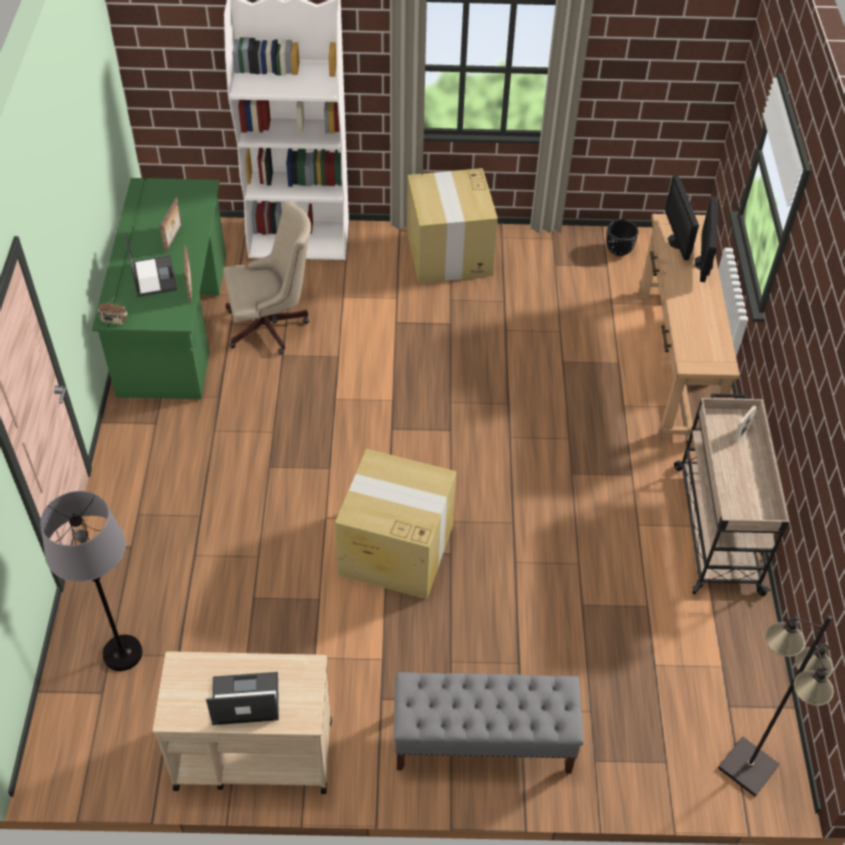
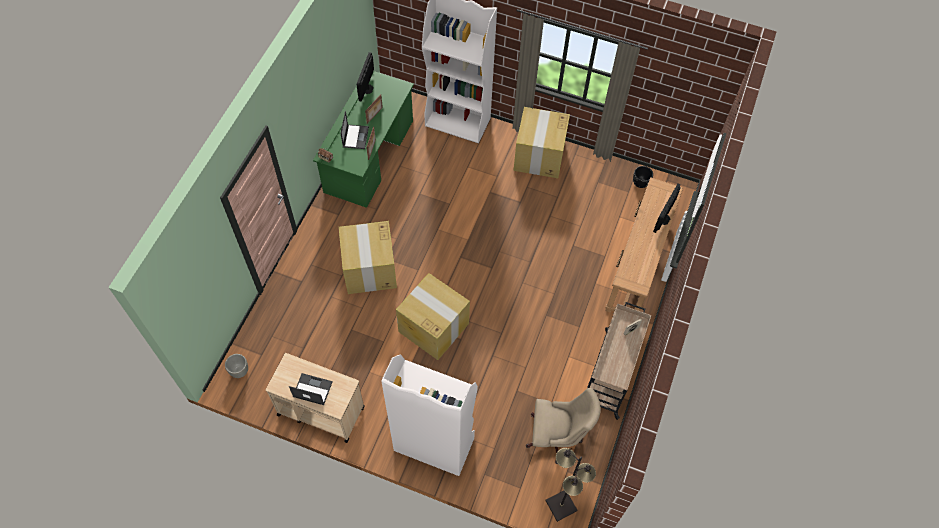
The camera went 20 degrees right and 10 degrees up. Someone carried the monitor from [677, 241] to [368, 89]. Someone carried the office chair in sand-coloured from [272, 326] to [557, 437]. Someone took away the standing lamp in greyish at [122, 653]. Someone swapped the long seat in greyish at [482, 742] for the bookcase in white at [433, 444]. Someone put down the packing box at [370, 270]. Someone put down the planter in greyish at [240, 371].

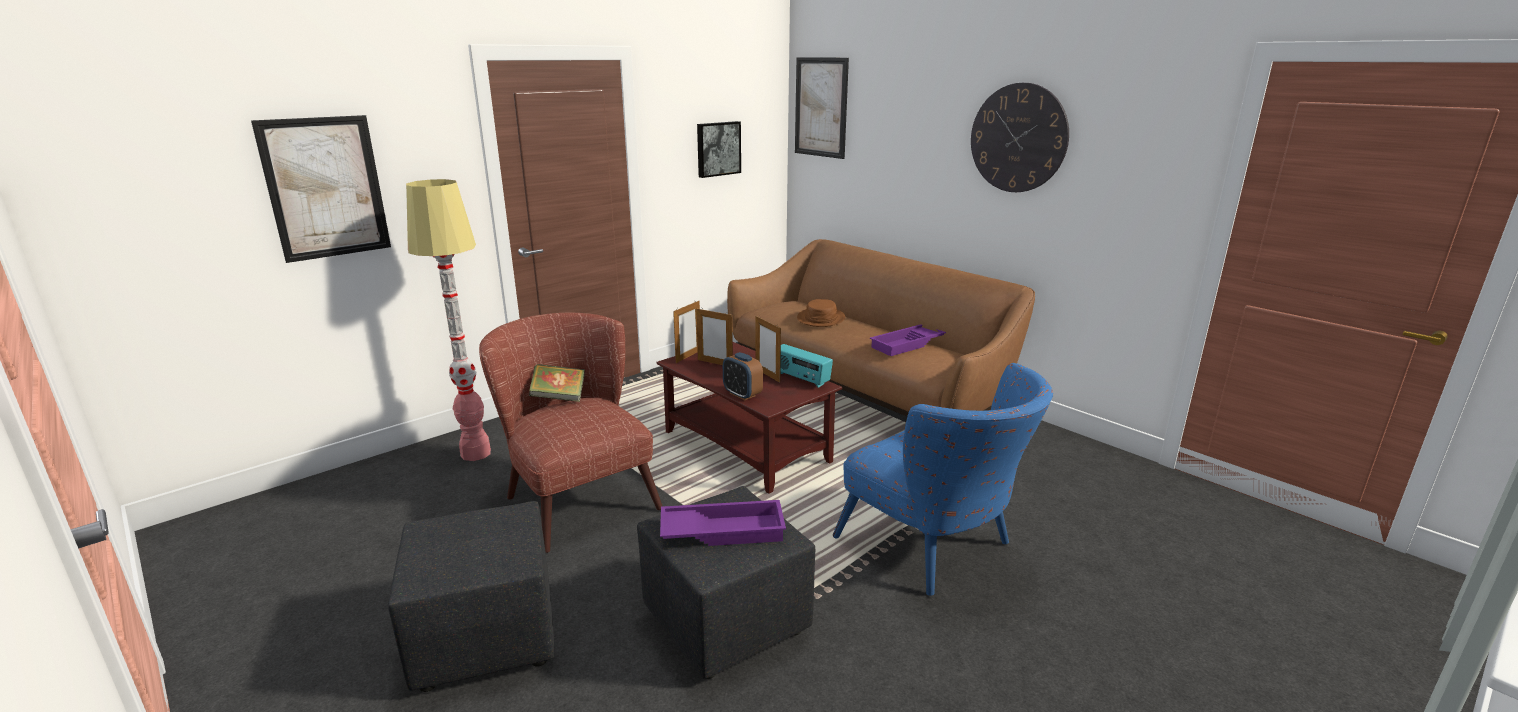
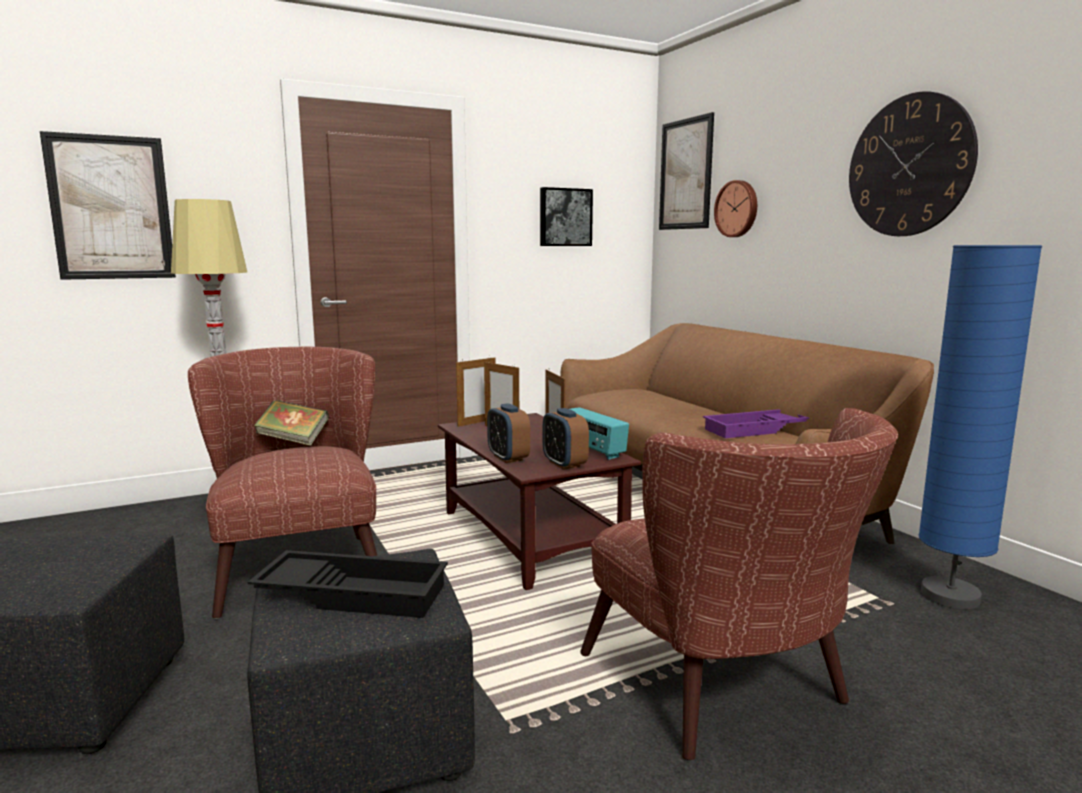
The camera went 15 degrees right and 10 degrees down. Someone took away the clothing hat in brown-coloured at [821, 318]. Someone repainted the armchair in bluish at [935, 549], which became the armchair in brown-coloured at [726, 693]. Someone repainted the carrying tray in purple-coloured at [723, 530], which became the carrying tray in black-coloured at [355, 593]. Someone put up the clock on the wall at [737, 209]. Someone put down the standing lamp in bluish at [950, 596]. Someone put down the alarm clock at [564, 464].

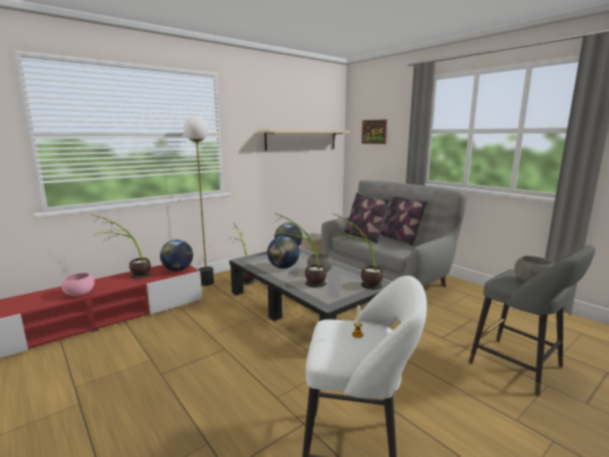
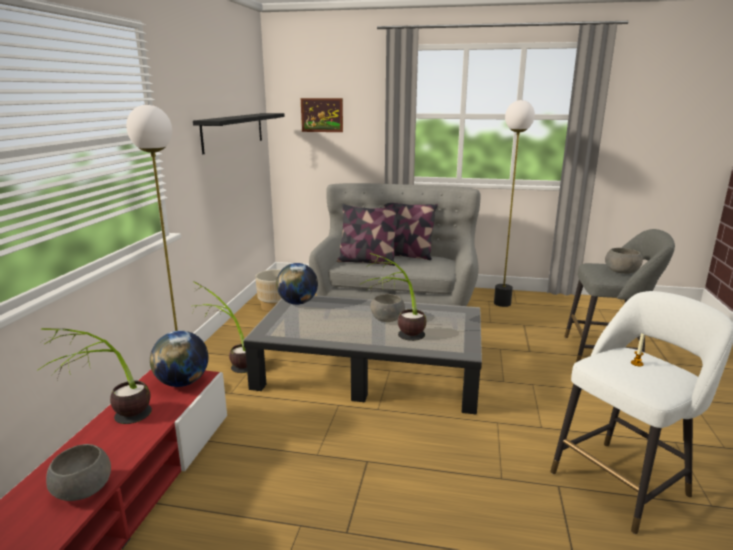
The camera went 40 degrees left and 5 degrees up. Someone repainted the shelf in sand-coloured at [301, 140], which became the shelf in black-coloured at [233, 131]. Someone took away the potted plant at [358, 284]. Someone took away the globe at [283, 267]. Someone repainted the deep dish in pink-coloured at [79, 293], which became the deep dish in greyish at [82, 489]. Someone put down the standing lamp at [502, 303].

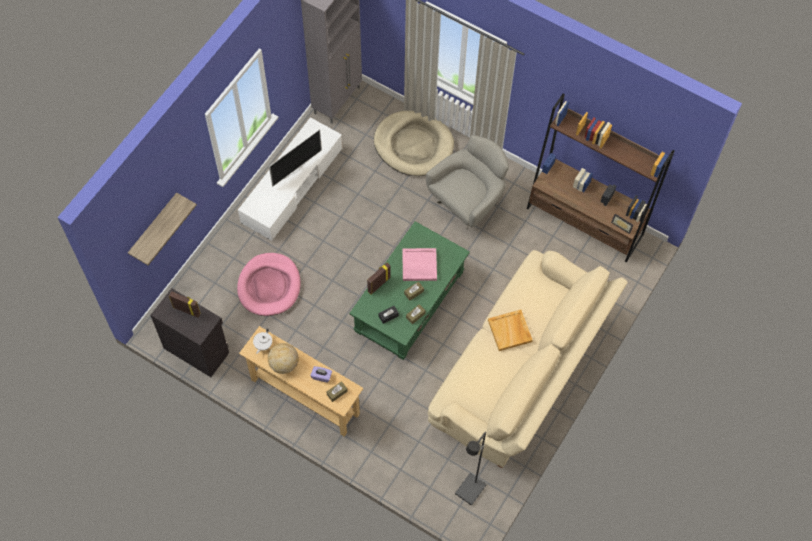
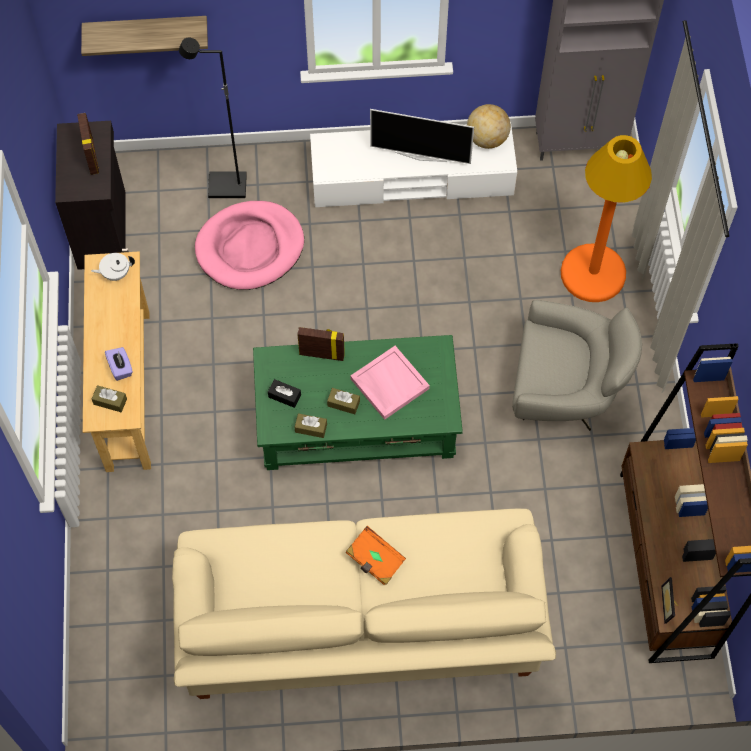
The camera went 55 degrees right and 0 degrees up. Someone swapped the dog cushion in sand-coloured at [413, 145] for the standing lamp in orange at [593, 273]. Someone swapped the carrying tray in sand-coloured at [510, 331] for the bound book in orange at [375, 560]. Someone carried the globe from [284, 364] to [487, 138]. Someone carried the standing lamp in black-coloured from [471, 490] to [226, 187].

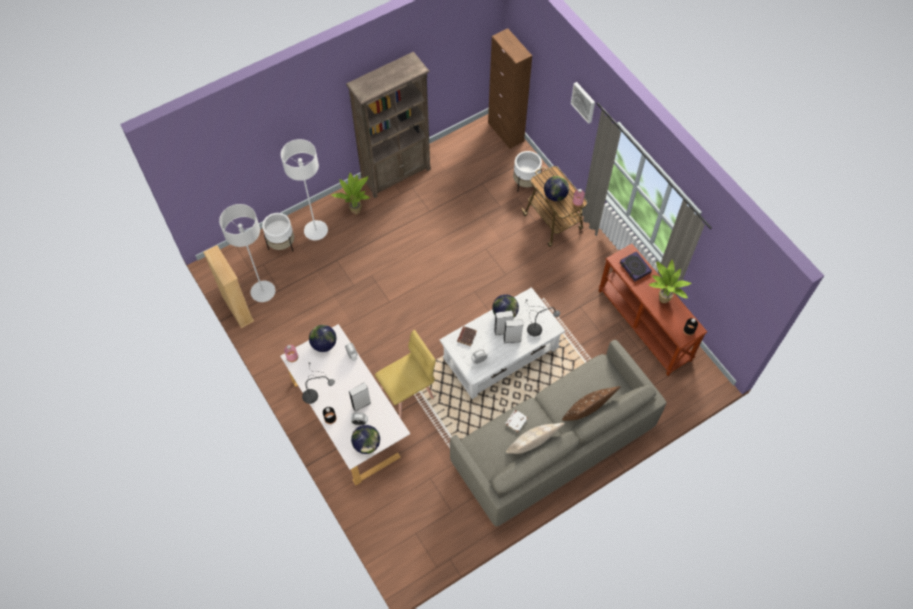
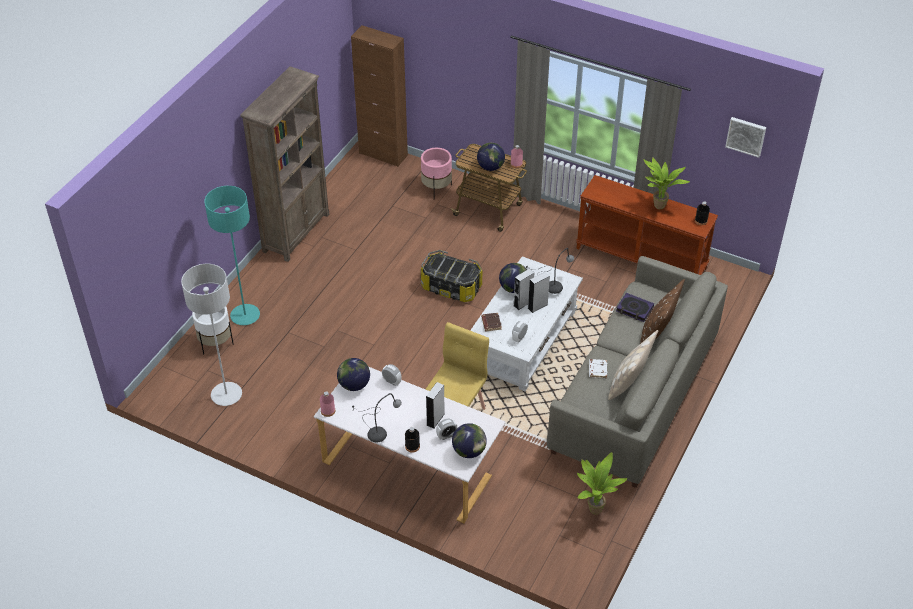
The camera went 30 degrees left and 15 degrees down. Someone carried the picture from [584, 102] to [746, 136]. Someone repainted the standing lamp in white at [316, 231], which became the standing lamp in blue-green at [245, 315]. Someone repainted the planter in white at [525, 183], which became the planter in pink-coloured at [436, 188]. Someone carried the potted plant from [355, 210] to [593, 508]. Someone took away the bookcase in sand-coloured at [237, 309]. Someone carried the bound book from [635, 267] to [634, 309]. Someone put down the storage bin at [451, 287].

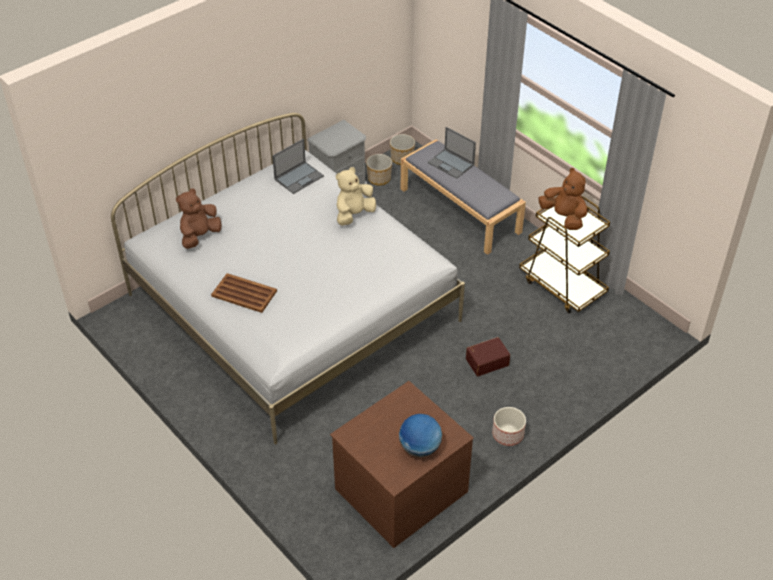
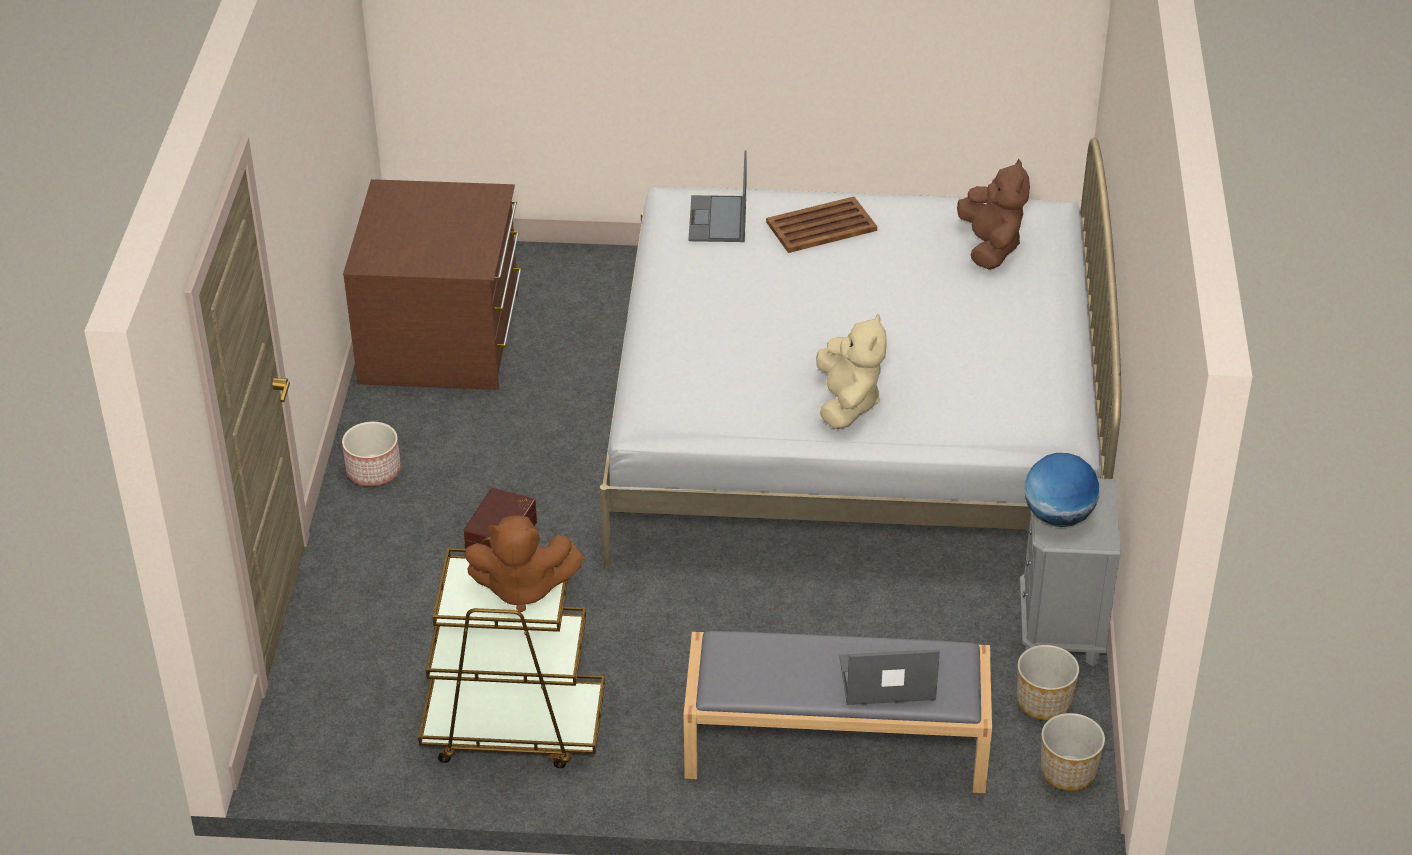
The camera went 135 degrees right and 5 degrees down. Someone carried the portable computer from [299, 177] to [718, 220]. Someone carried the globe from [420, 448] to [1058, 516].

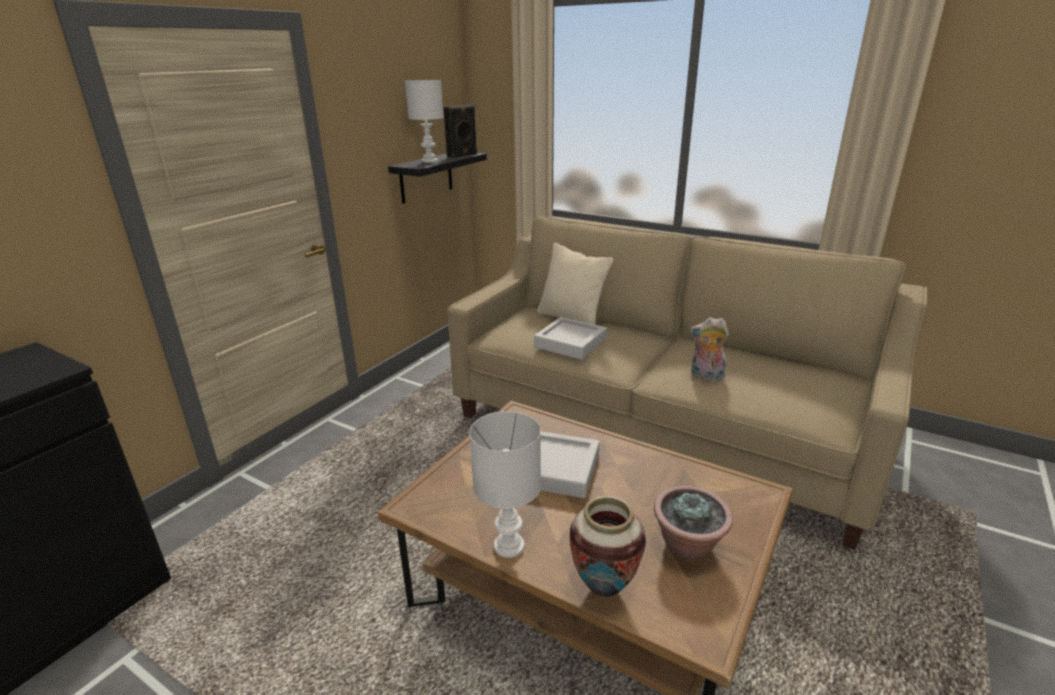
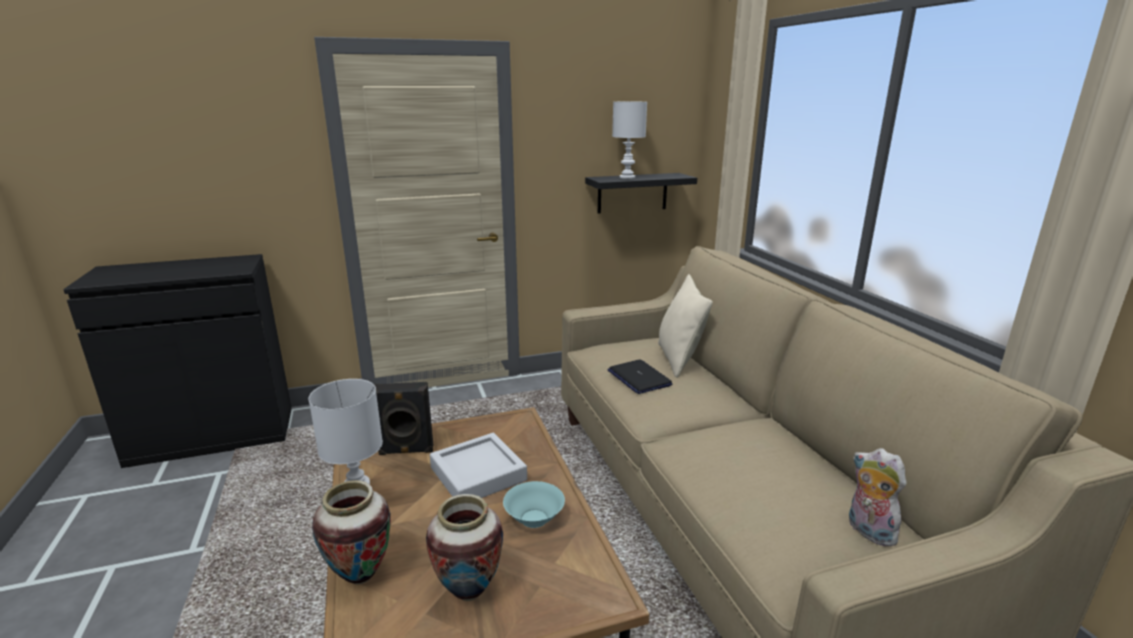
The camera went 40 degrees right and 5 degrees down. Someone carried the loudspeaker in black-coloured from [463, 155] to [406, 451]. Someone swapped the carrying tray in greyish at [570, 343] for the portable computer at [638, 378]. Someone carried the cuddly toy from [706, 376] to [867, 531]. Someone swapped the potted plant at [688, 546] for the decorative vase at [468, 592]. Someone put down the deep dish in blue-green at [534, 519].

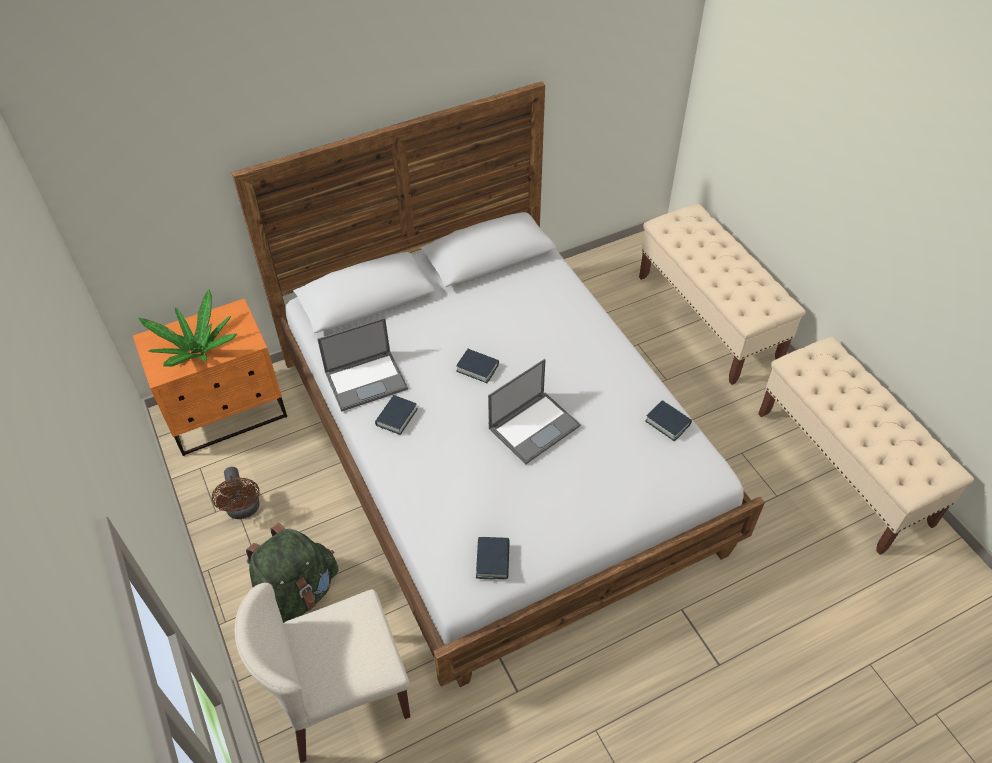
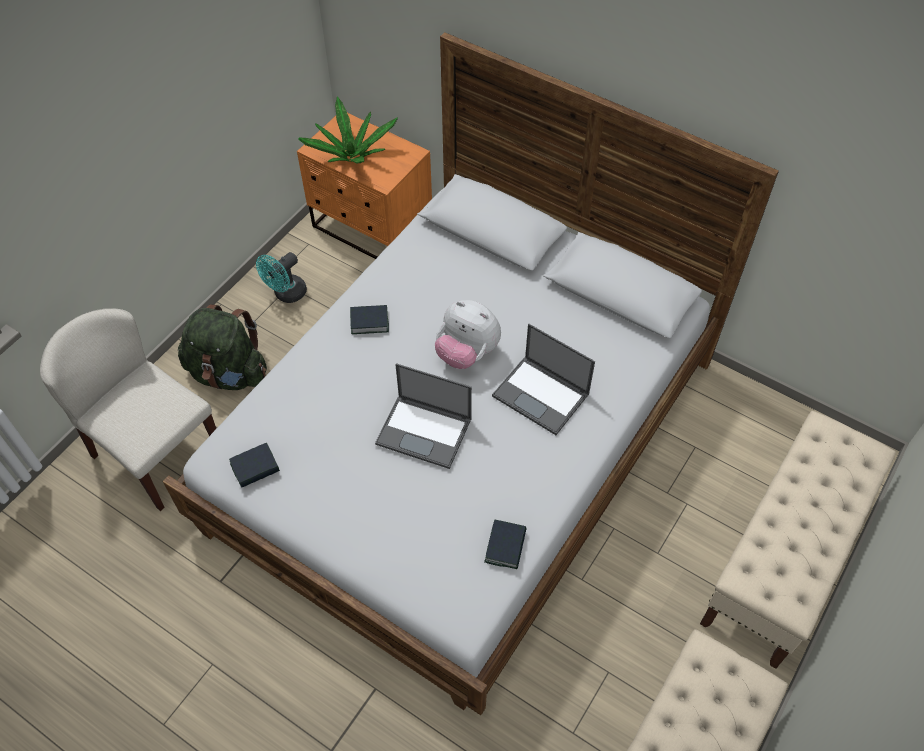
The camera went 60 degrees right and 5 degrees up. Someone carried the portable computer from [367, 380] to [542, 395]. Someone swapped the bound book at [477, 368] for the cuddly toy at [467, 353]. Someone repainted the fan in brown-coloured at [244, 510], which became the fan in blue-green at [286, 294].

